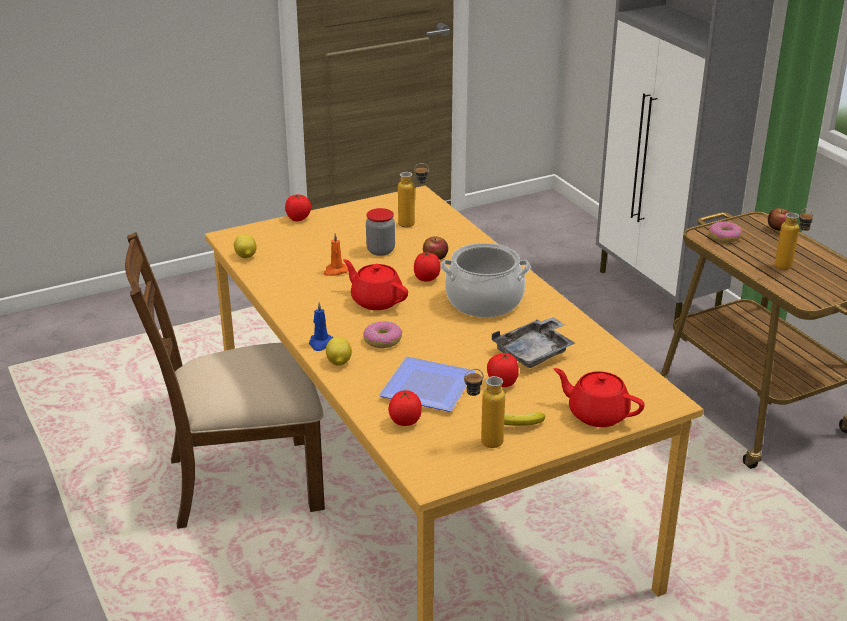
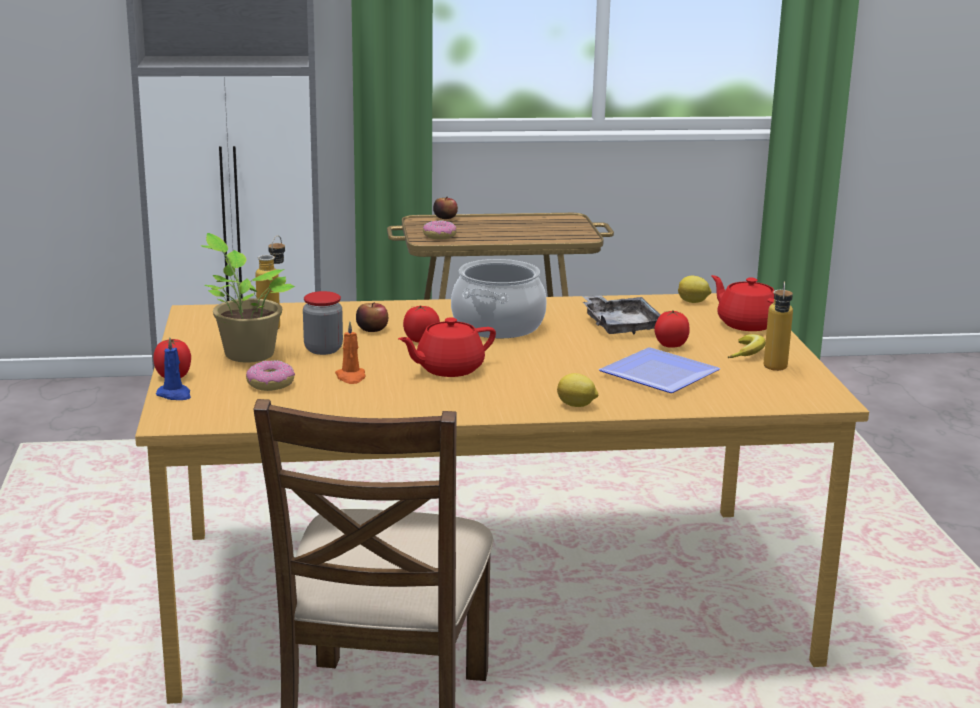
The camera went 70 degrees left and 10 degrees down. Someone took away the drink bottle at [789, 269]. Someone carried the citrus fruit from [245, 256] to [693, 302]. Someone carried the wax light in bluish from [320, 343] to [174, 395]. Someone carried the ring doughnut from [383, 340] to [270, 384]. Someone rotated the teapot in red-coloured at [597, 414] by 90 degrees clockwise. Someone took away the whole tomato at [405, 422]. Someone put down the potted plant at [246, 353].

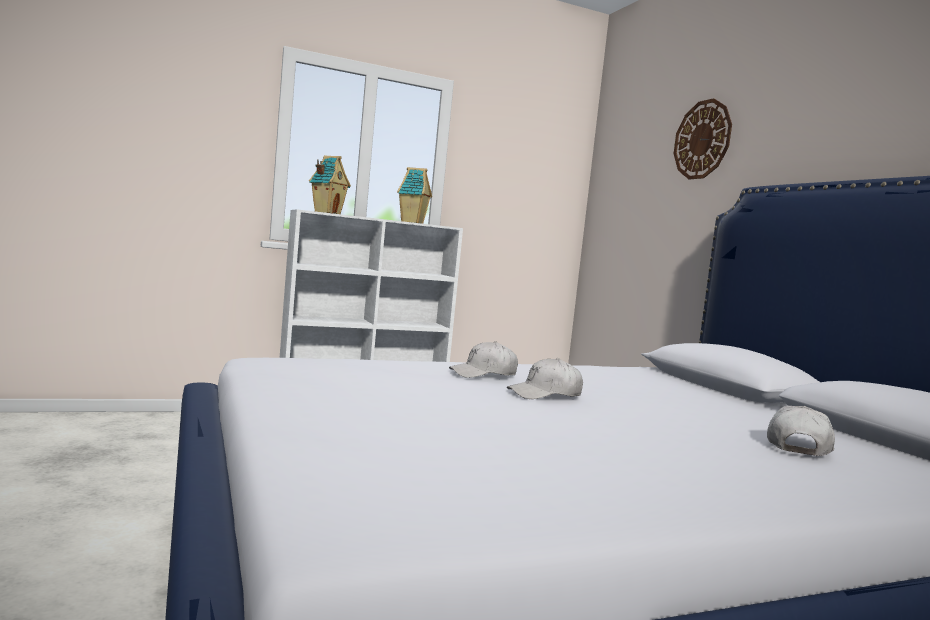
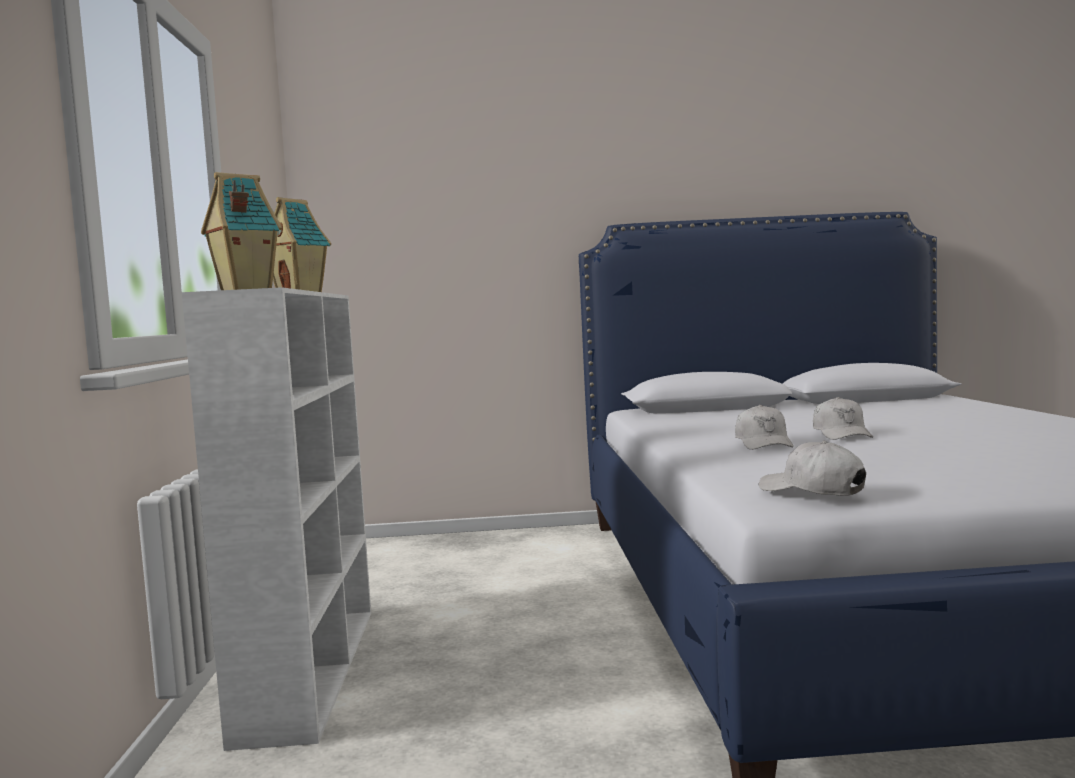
The camera went 70 degrees left and 0 degrees up. Someone took away the clock on the wall at [702, 140]. Someone carried the peaked cap in white from [798, 447] to [812, 490].

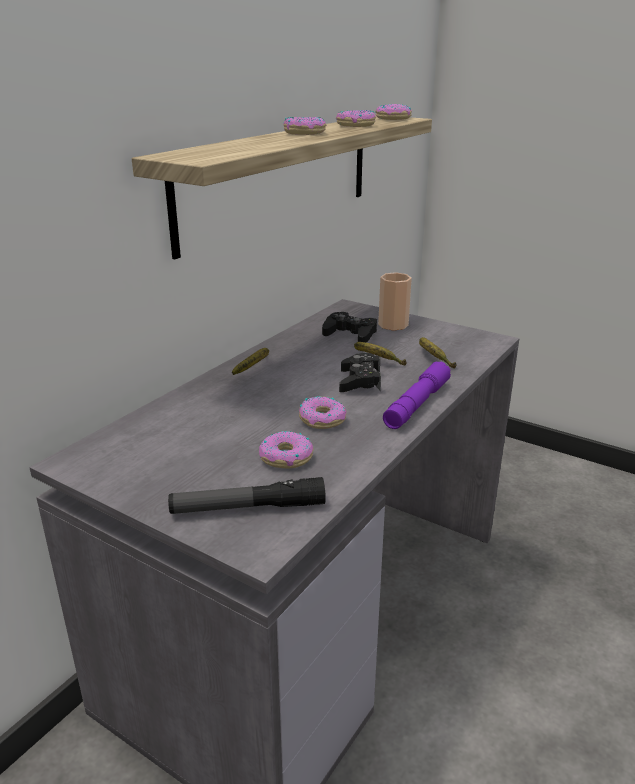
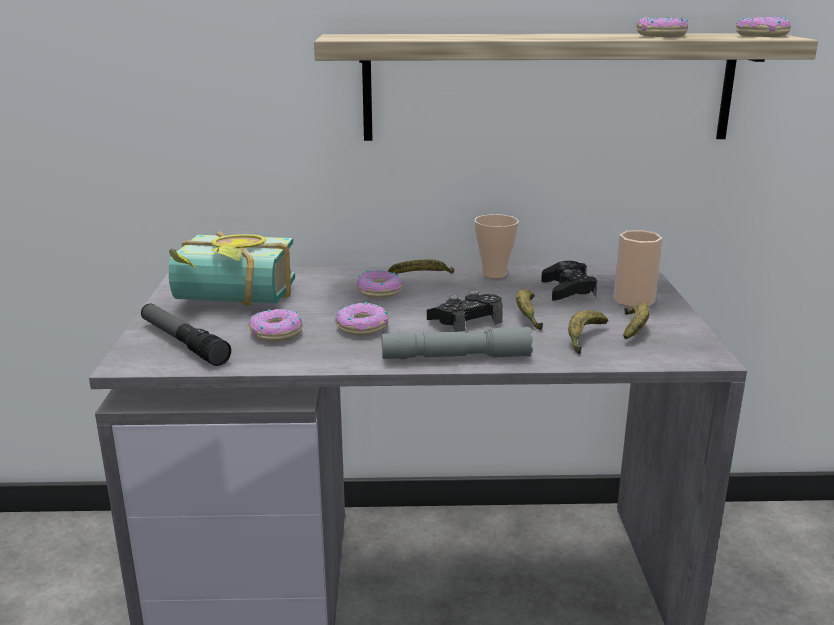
The camera went 55 degrees right and 5 degrees down. Someone carried the ring doughnut from [304, 133] to [379, 291]. Someone repainted the flashlight in purple-coloured at [416, 404], which became the flashlight in greyish at [456, 357]. Someone put down the cup at [494, 274]. Someone put down the bound book at [232, 301]. Someone put down the banana fruit at [634, 329].

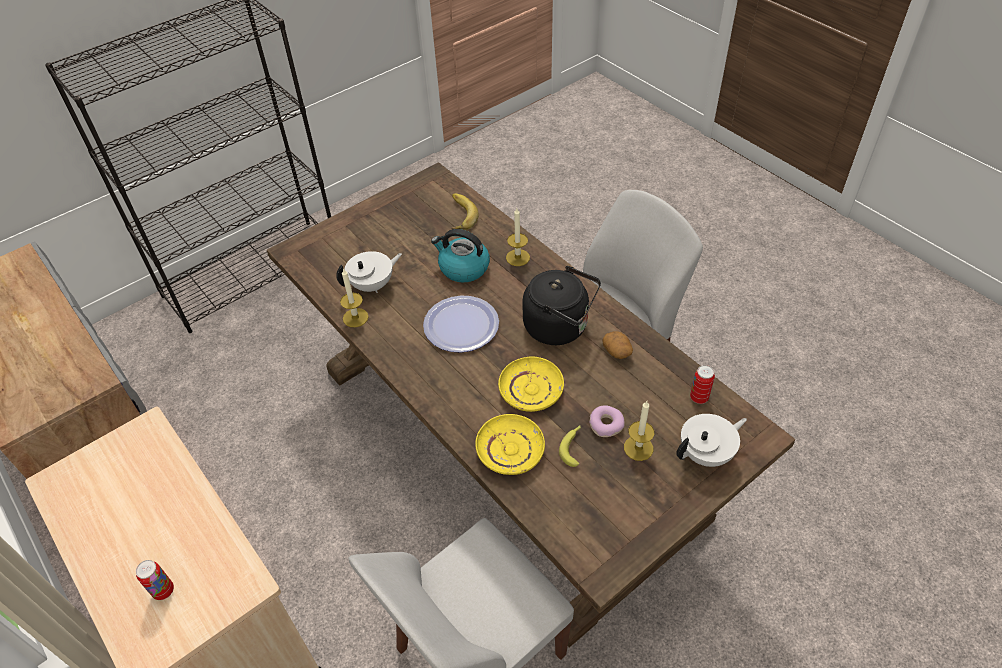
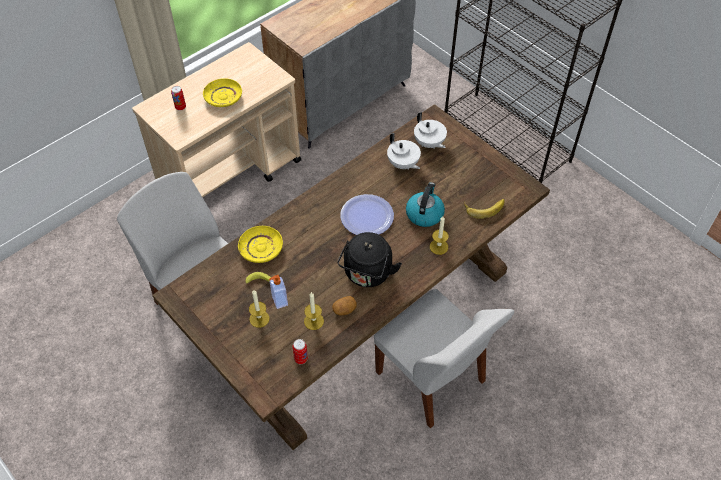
The camera went 85 degrees right and 5 degrees up. Someone carried the wax light from [355, 317] to [314, 321]. Someone carried the flat dish in yellow from [531, 390] to [223, 97]. Someone swapped the ring doughnut at [606, 424] for the soap dispenser at [279, 301]. Someone carried the teapot in white from [706, 454] to [429, 143].

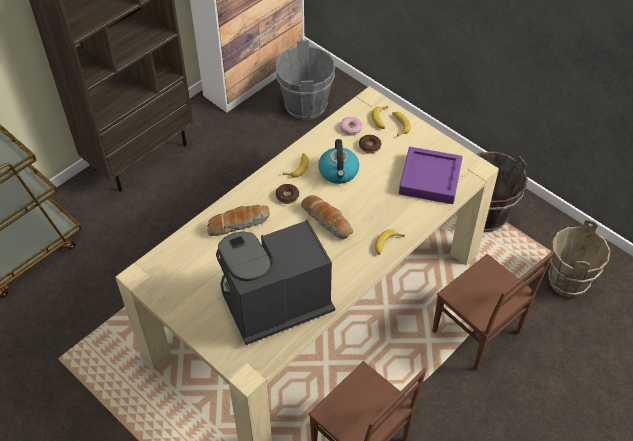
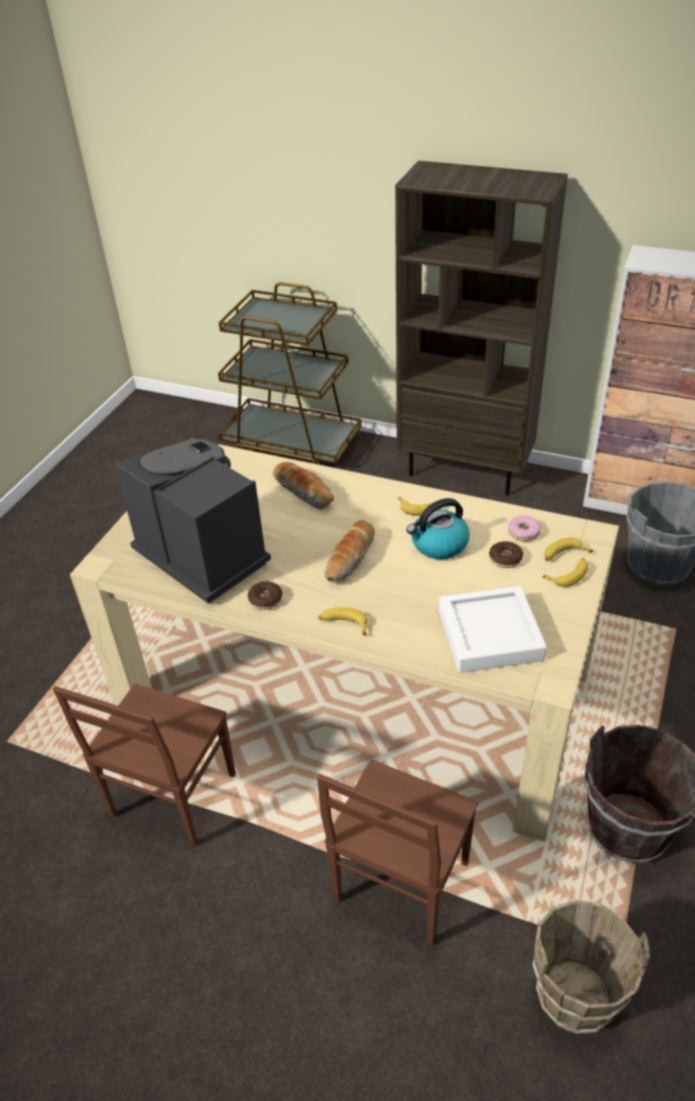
The camera went 70 degrees right and 10 degrees down. Someone repainted the carrying tray in purple-coloured at [430, 179], which became the carrying tray in white at [490, 635]. Someone carried the ring doughnut from [287, 196] to [265, 599].

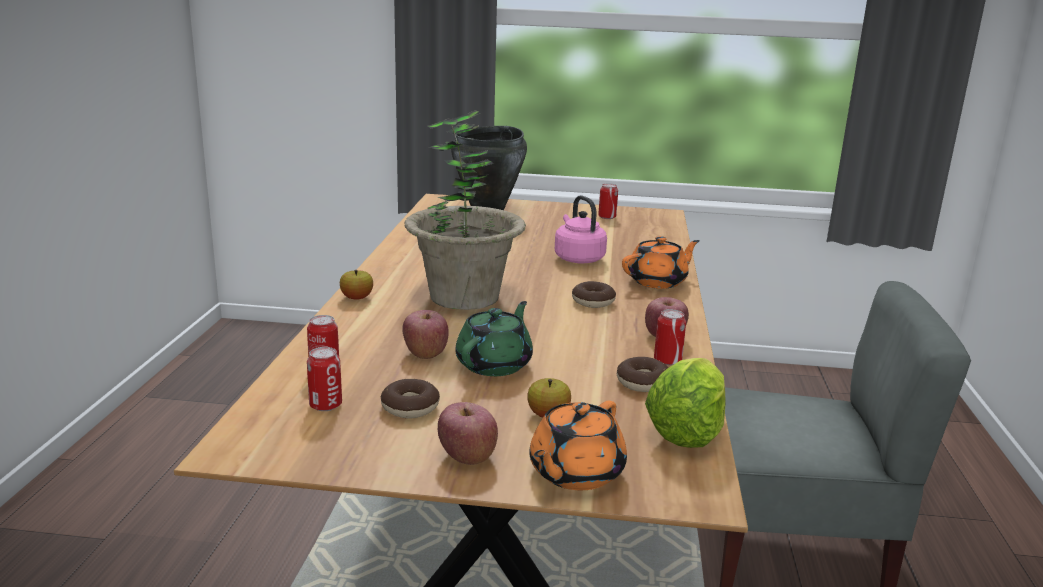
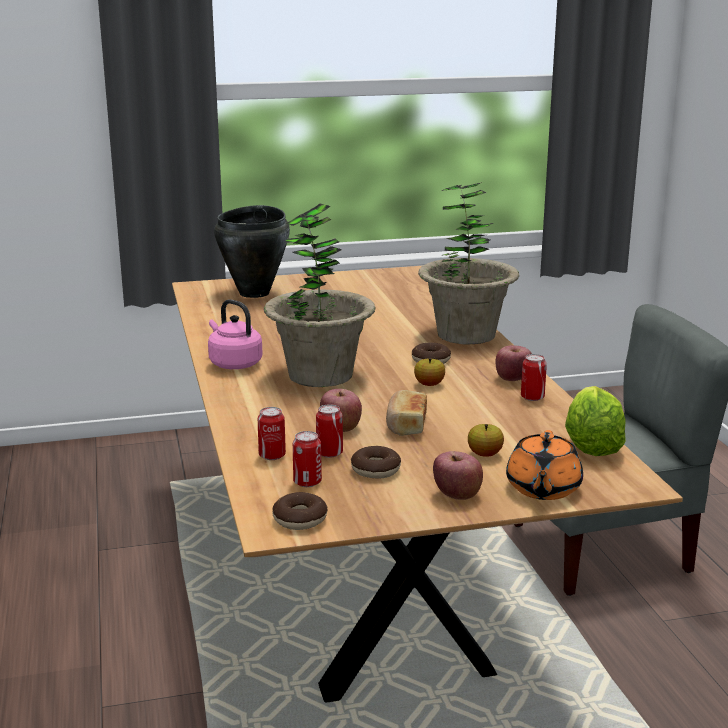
The camera went 20 degrees left and 0 degrees up. Someone carried the metal can from [607, 217] to [329, 453]. Someone carried the tea kettle in pink-coloured from [578, 258] to [233, 363]. Someone swapped the teapot in orange at [658, 281] for the potted plant at [466, 334]. Someone carried the apple fruit from [357, 298] to [429, 384]. Someone swapped the teapot in green at [495, 364] for the bread at [405, 425]. Someone carried the ring doughnut from [642, 383] to [300, 519].

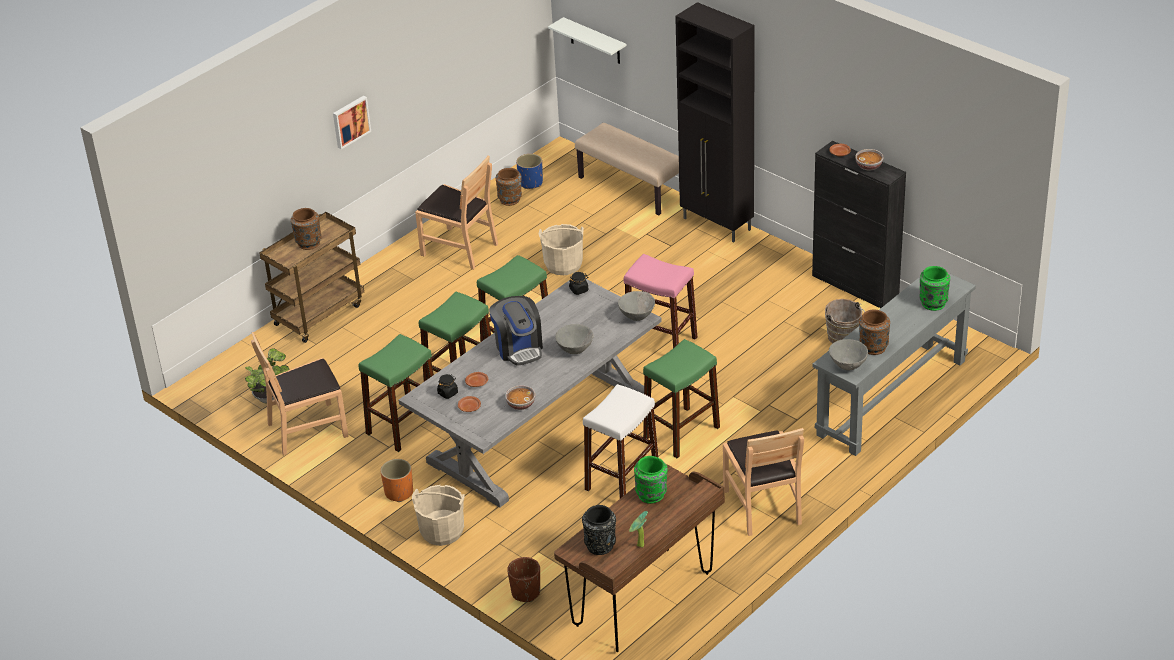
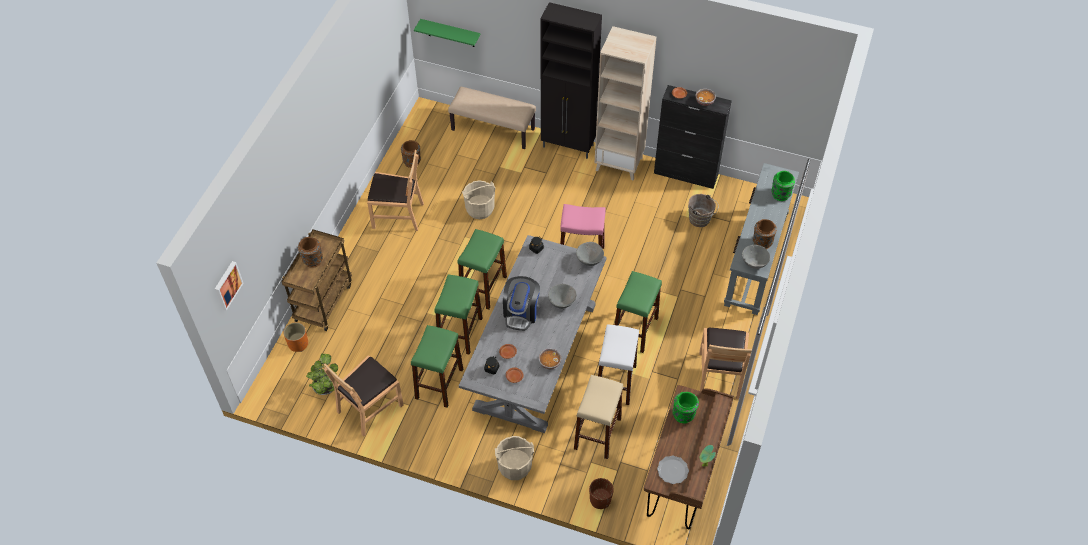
The camera went 25 degrees left and 15 degrees up. Someone repainted the shelf in white at [595, 41], which became the shelf in green at [451, 33]. Someone carried the picture from [350, 121] to [227, 285]. Someone took away the planter in bluish at [531, 183]. Someone rotated the coffee brewer at [518, 348] by 60 degrees clockwise. Someone rotated the upright chair in brown-coloured at [763, 506] by 45 degrees clockwise. Someone carried the planter in orange from [399, 492] to [298, 344]. Someone swapped the decorative vase in black-coloured at [600, 545] for the flat dish at [672, 470]. Someone put down the bookcase in sand-coloured at [619, 163]. Someone put down the sitting stool in sand-coloured at [597, 433].

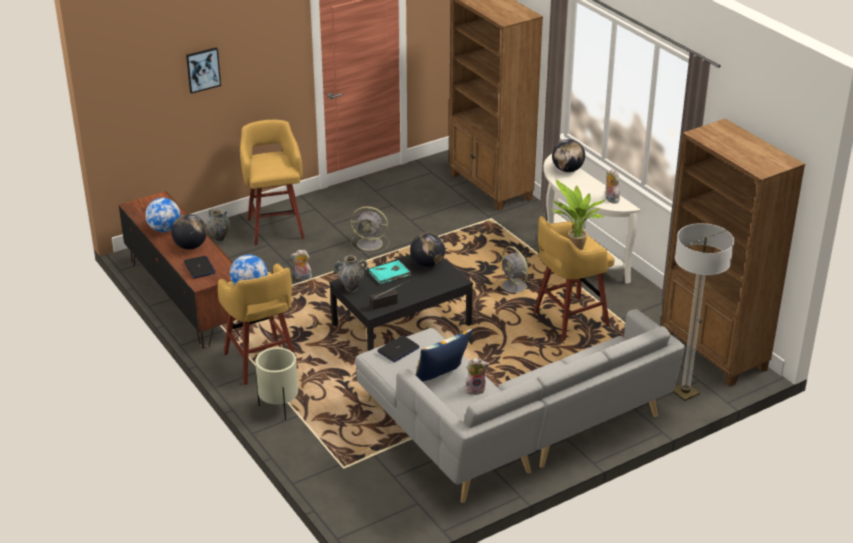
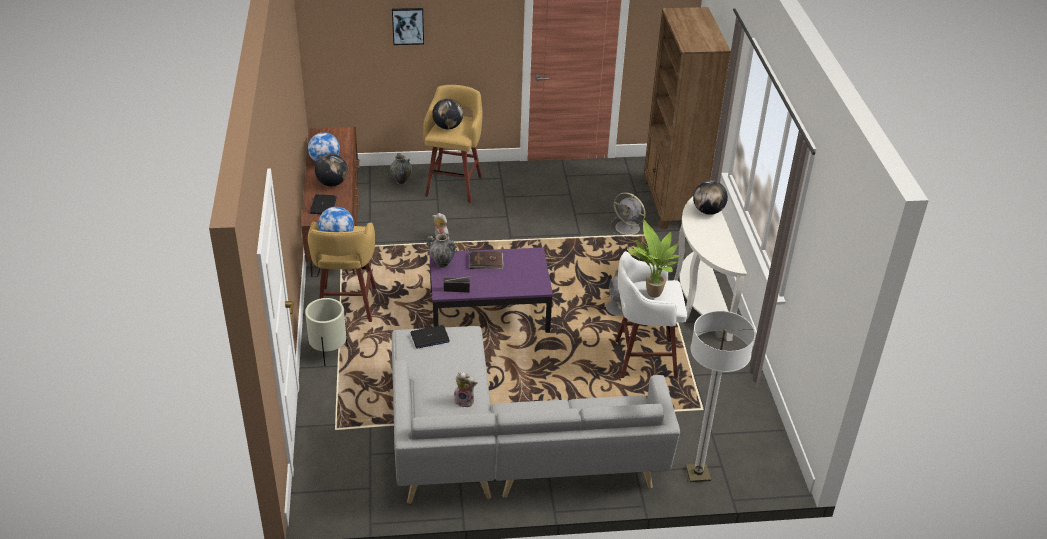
The camera went 25 degrees right and 5 degrees up. Someone took away the bookcase in brown-coloured at [713, 353]. Someone took away the cuddly toy at [610, 199]. Someone carried the fan in greyish from [371, 244] to [628, 228]. Someone repainted the sitting stool in yellow at [568, 320], which became the sitting stool in white at [642, 358]. Someone carried the globe from [427, 264] to [448, 127]. Someone repainted the coffee table in black-coloured at [401, 325], which became the coffee table in purple-coloured at [489, 312]. Someone repainted the bound book in blue-green at [390, 274], which became the bound book in brown-coloured at [486, 261]. Someone took away the cushion at [440, 379].

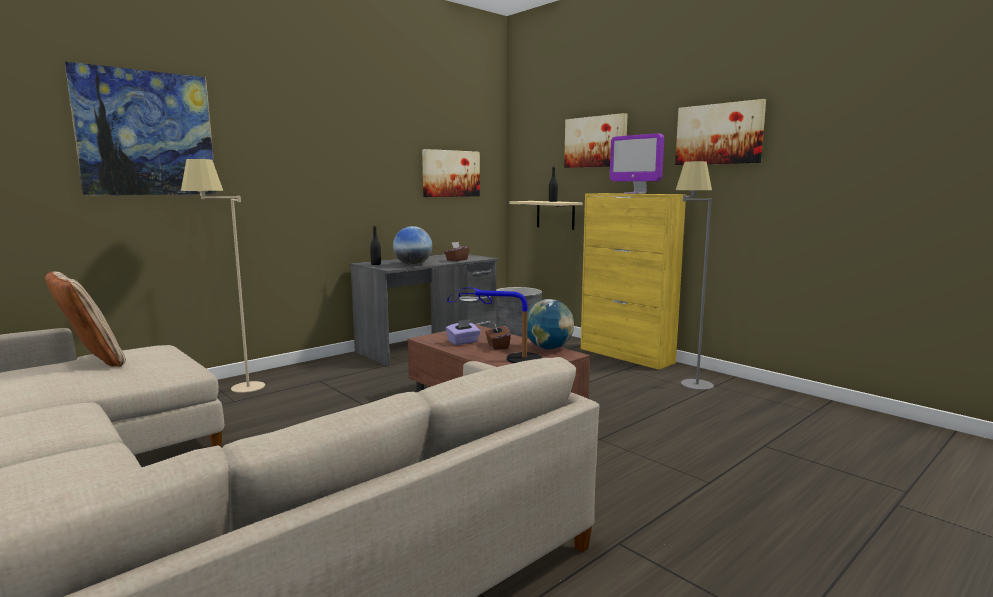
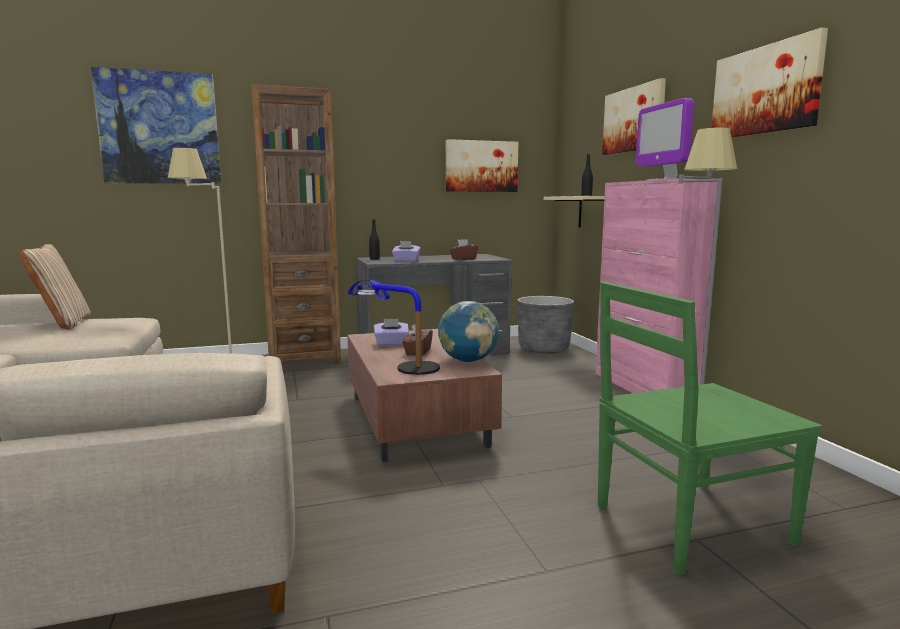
The camera went 25 degrees right and 0 degrees up. Someone repainted the cupboard in yellow at [626, 356], which became the cupboard in pink-coloured at [643, 389]. Someone swapped the globe at [413, 265] for the tissue holder in purple-coloured at [406, 261]. Someone put down the bookcase in brown-coloured at [304, 359]. Someone put down the upright chair in green at [687, 524].

